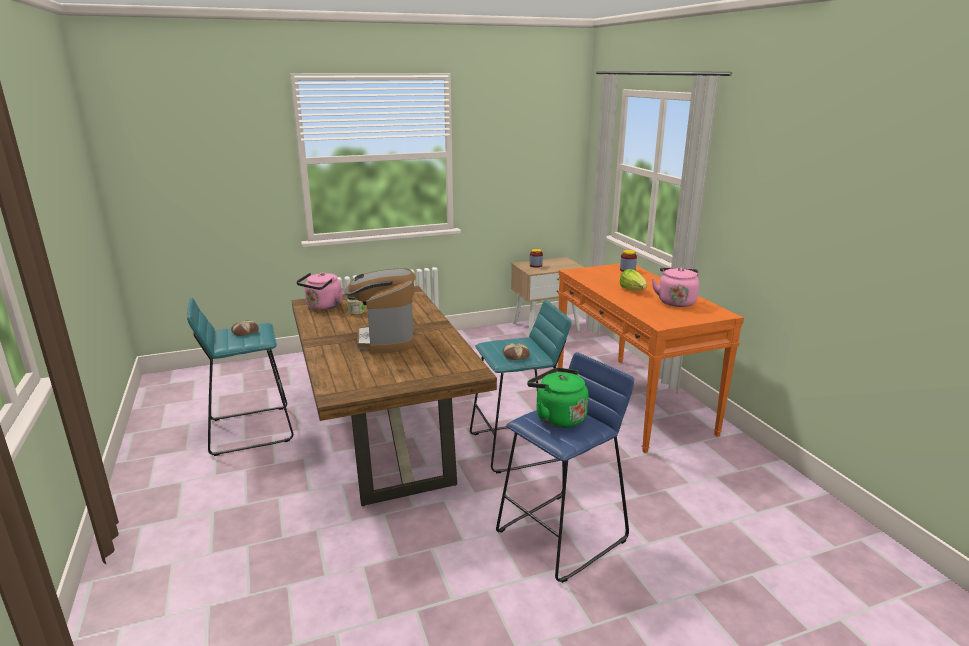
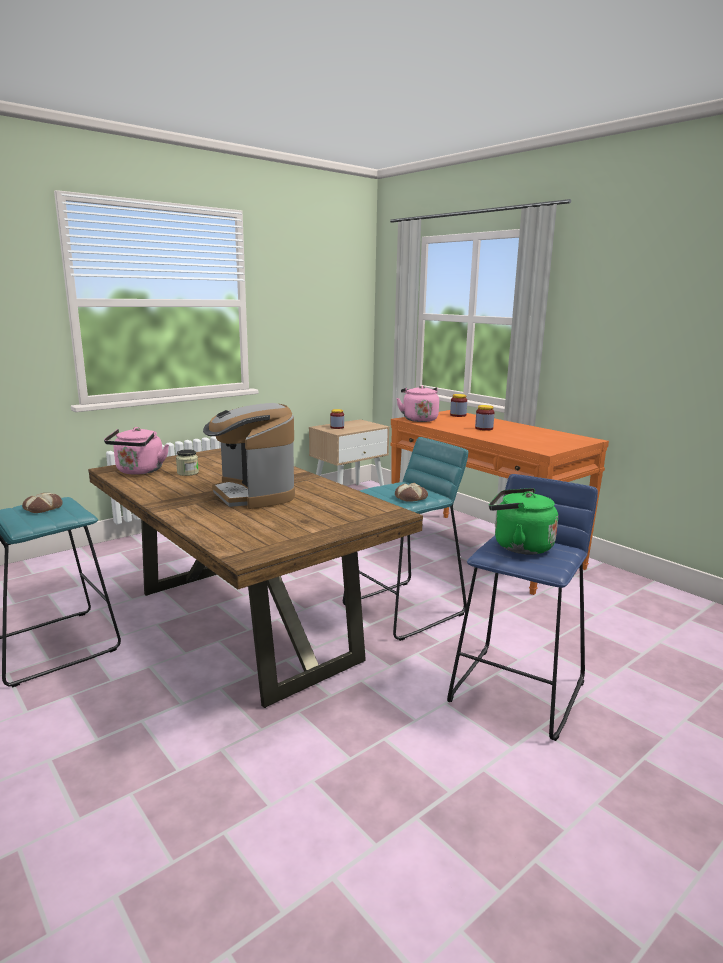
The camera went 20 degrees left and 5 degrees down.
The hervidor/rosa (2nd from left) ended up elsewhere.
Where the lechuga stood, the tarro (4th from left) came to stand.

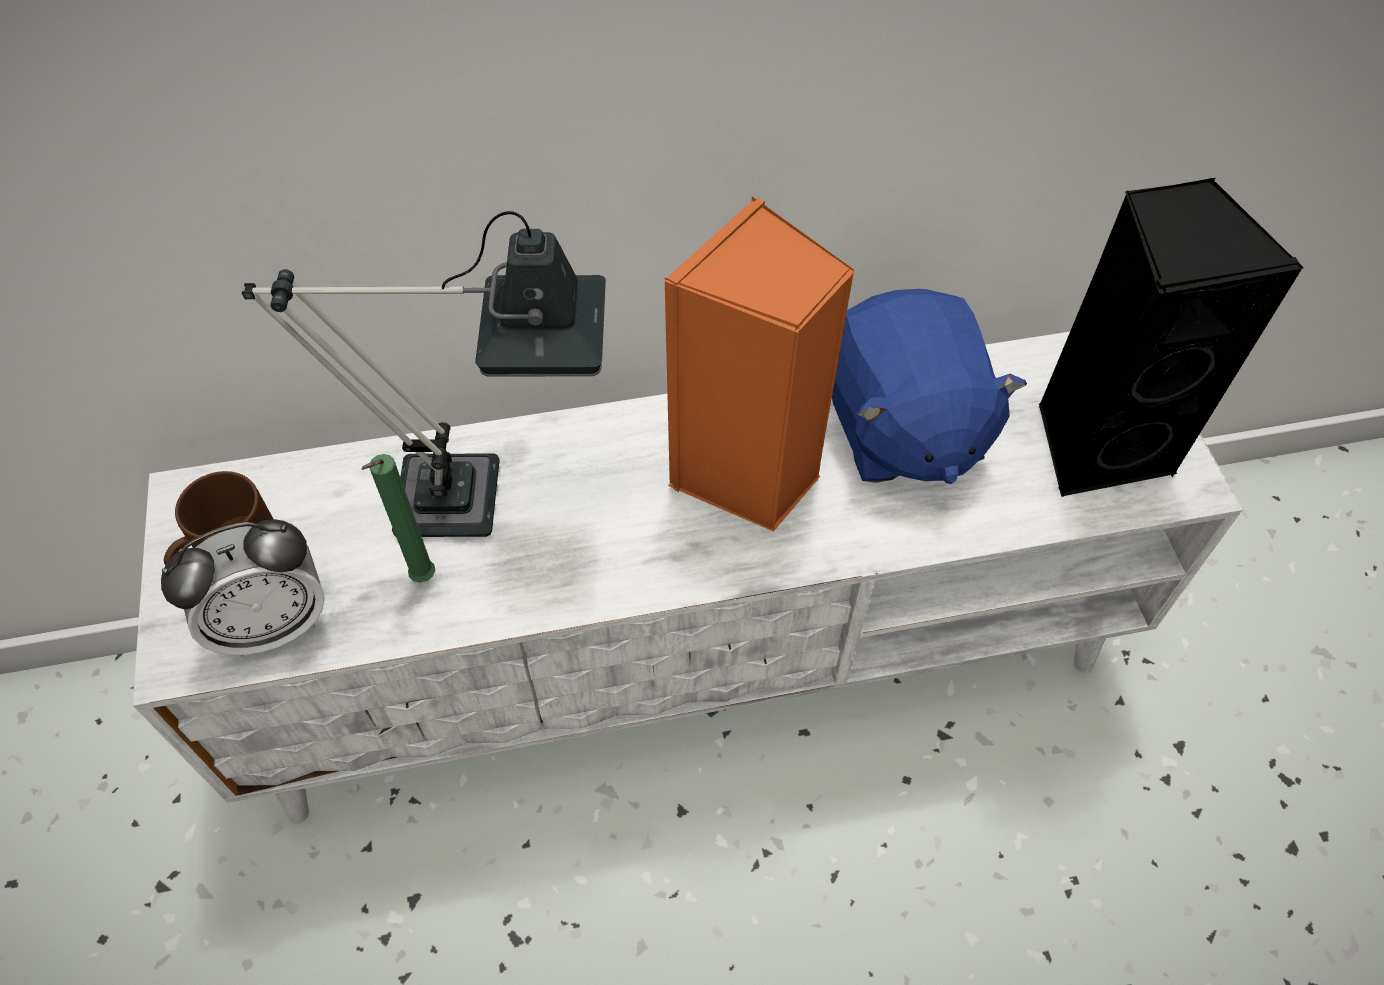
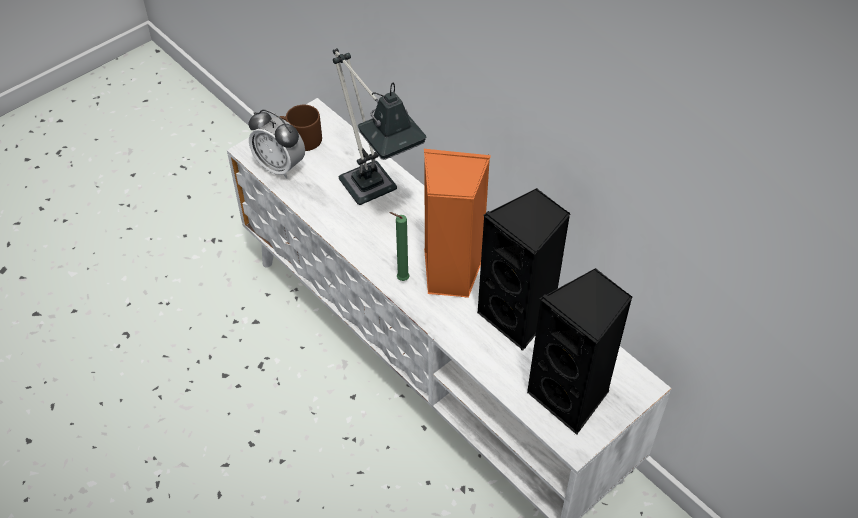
The camera went 60 degrees right and 5 degrees down.
Where the peluche/azul stood, the altavoz/negro (1st from left) came to stand.
The vela/verde ended up elsewhere.

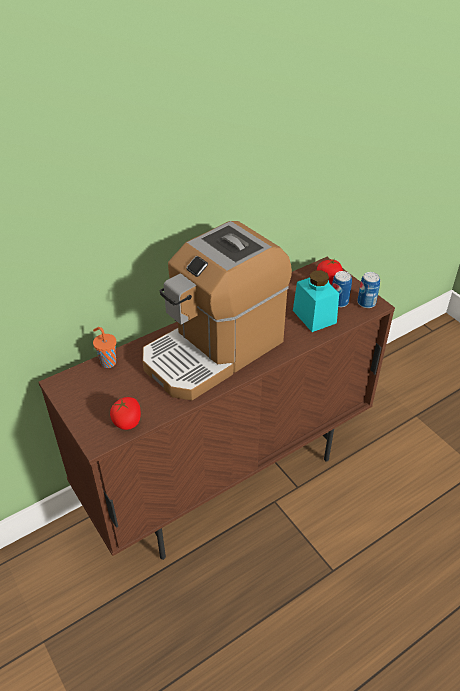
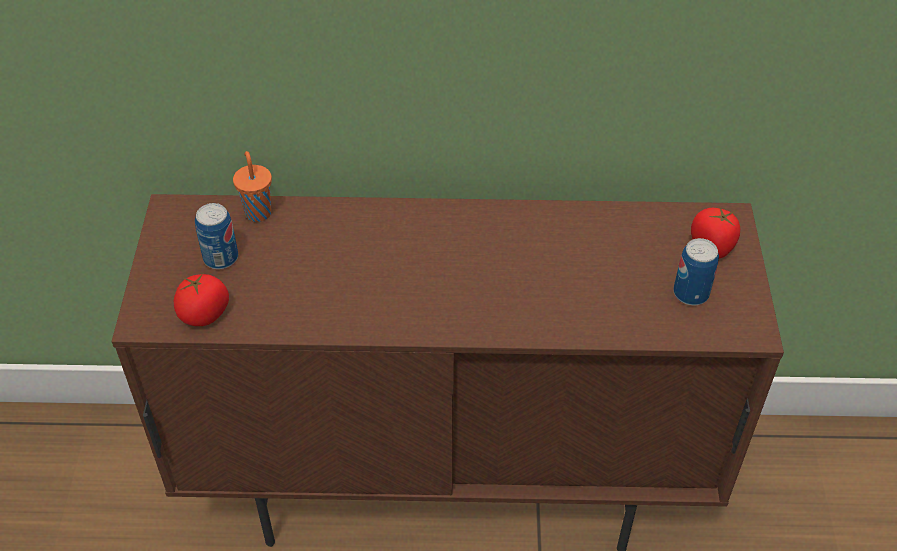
The camera went 35 degrees right and 5 degrees up.
The second view lost the cafetera.
The second view lost the tarro/turquesa.
The lata (2nd from left in the first image) ended up elsewhere.

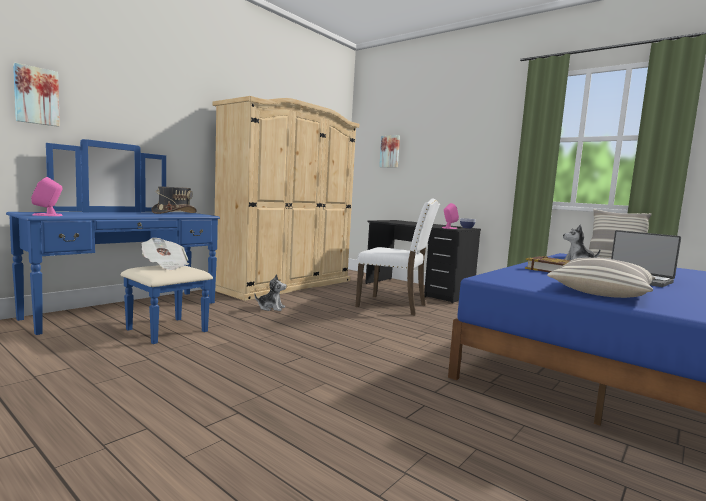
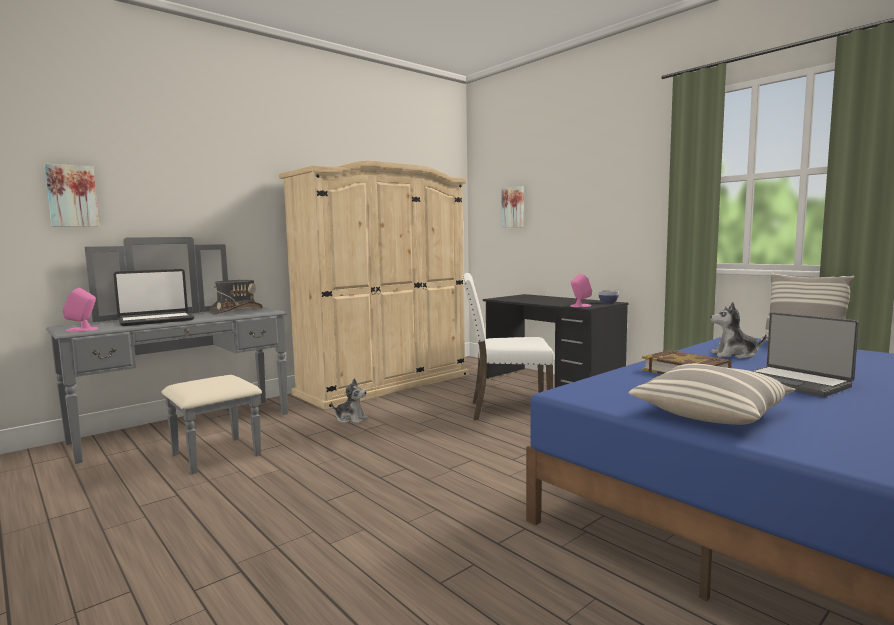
The camera went 10 degrees right and 0 degrees up.
What was the cómoda/azul turned into the cómoda/gris.
The silla/blanco ended up facing another way, 150 degrees clockwise from before.
The second view lost the periódico.
The second view gained the portátil (1st from left).

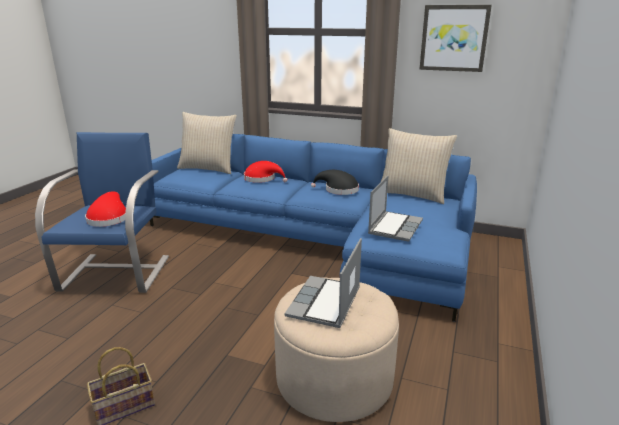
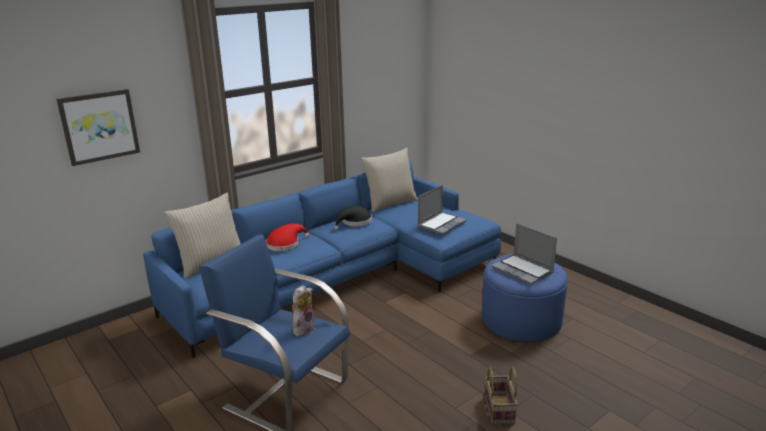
The camera went 60 degrees left and 0 degrees up.
The cuadro ended up elsewhere.
The portátil (2nd from left in the first image) ended up facing another way, 75 degrees clockwise from before.
Where the sombrero/rojo (1st from left) stood, the peluche came to stand.
What was the puf/beis turned into the puf/azul.

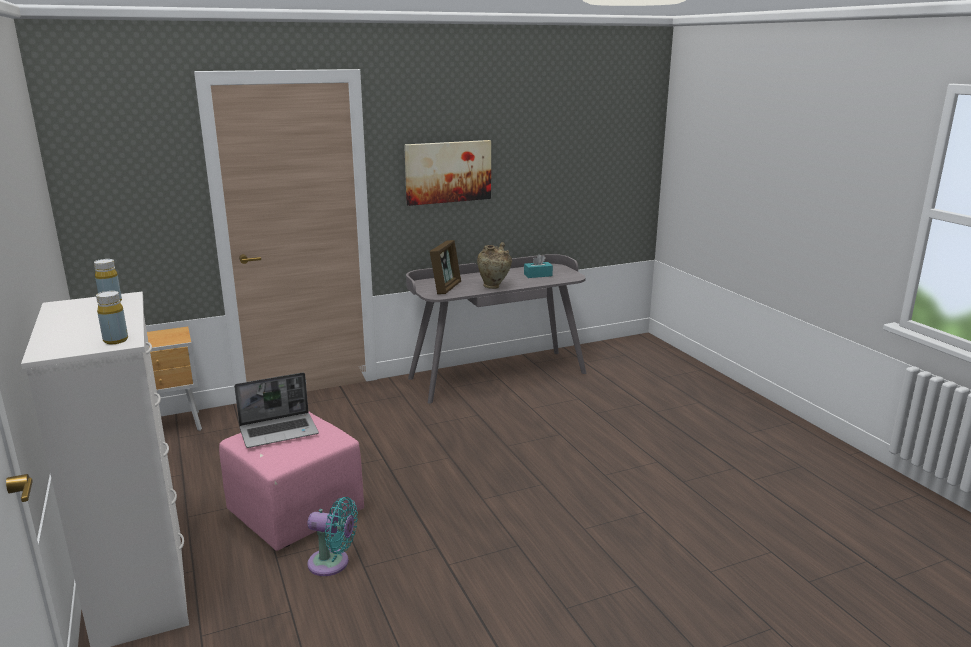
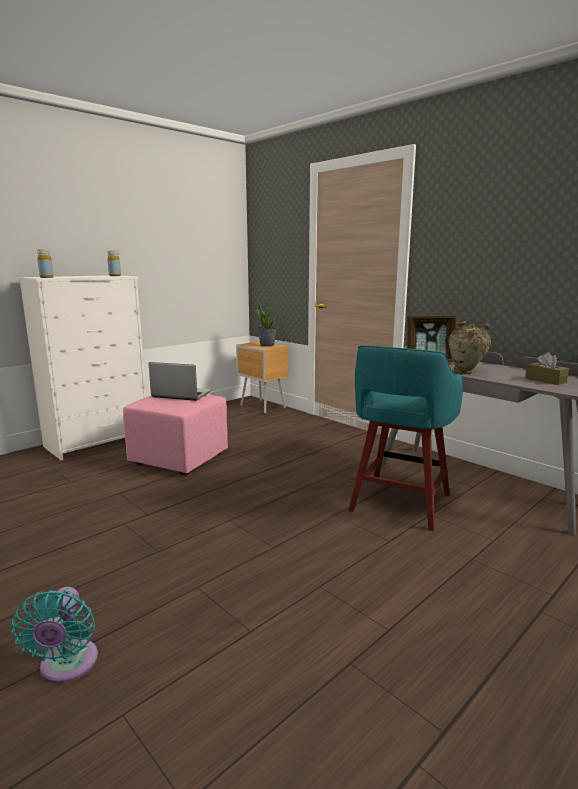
The camera went 70 degrees right and 5 degrees down.
The second view lost the cuadro.
What was the caja de pañuelos/turquesa turned into the caja de pañuelos/marrón.
The portátil ended up facing another way, 150 degrees clockwise from before.
The ventilador/turquesa ended up elsewhere.
The second view gained the planta en maceta.
The second view gained the taburete/turquesa.

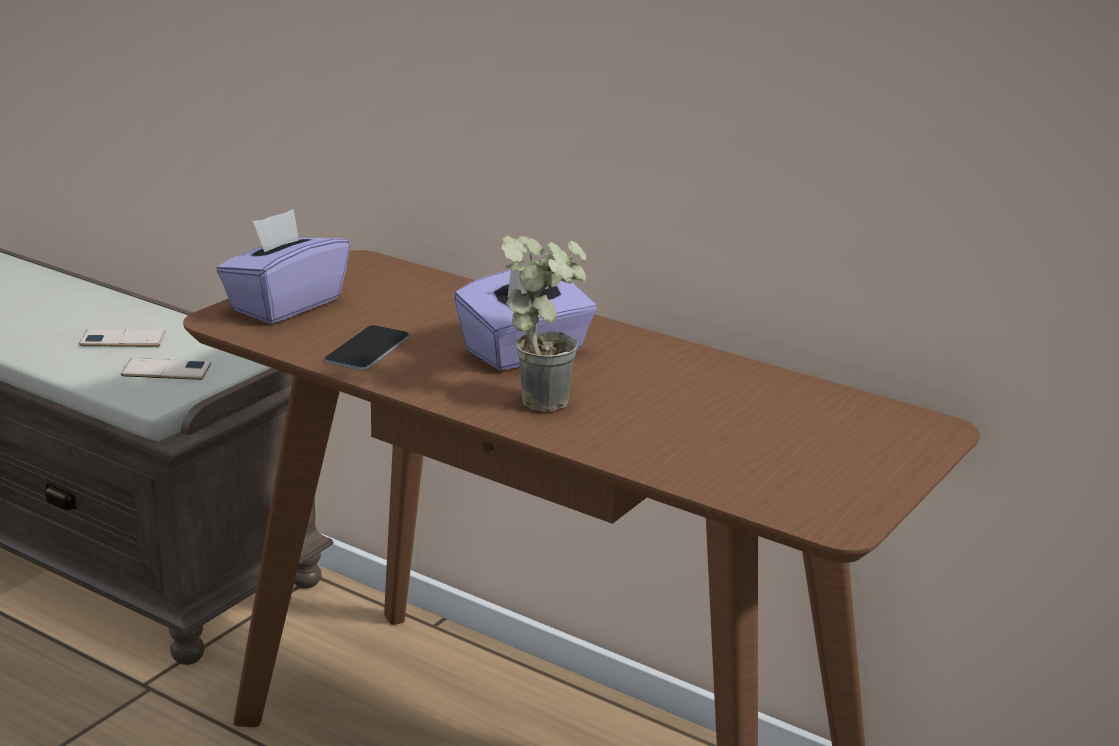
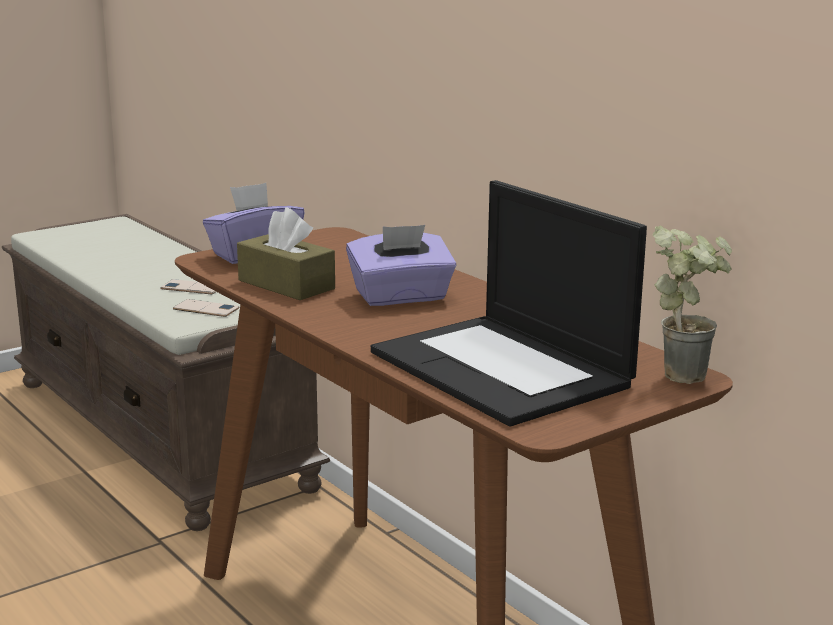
The camera went 20 degrees right and 5 degrees down.
The planta en maceta ended up elsewhere.
Where the móvil (3rd from left) stood, the caja de pañuelos/marrón came to stand.
The second view gained the portátil.

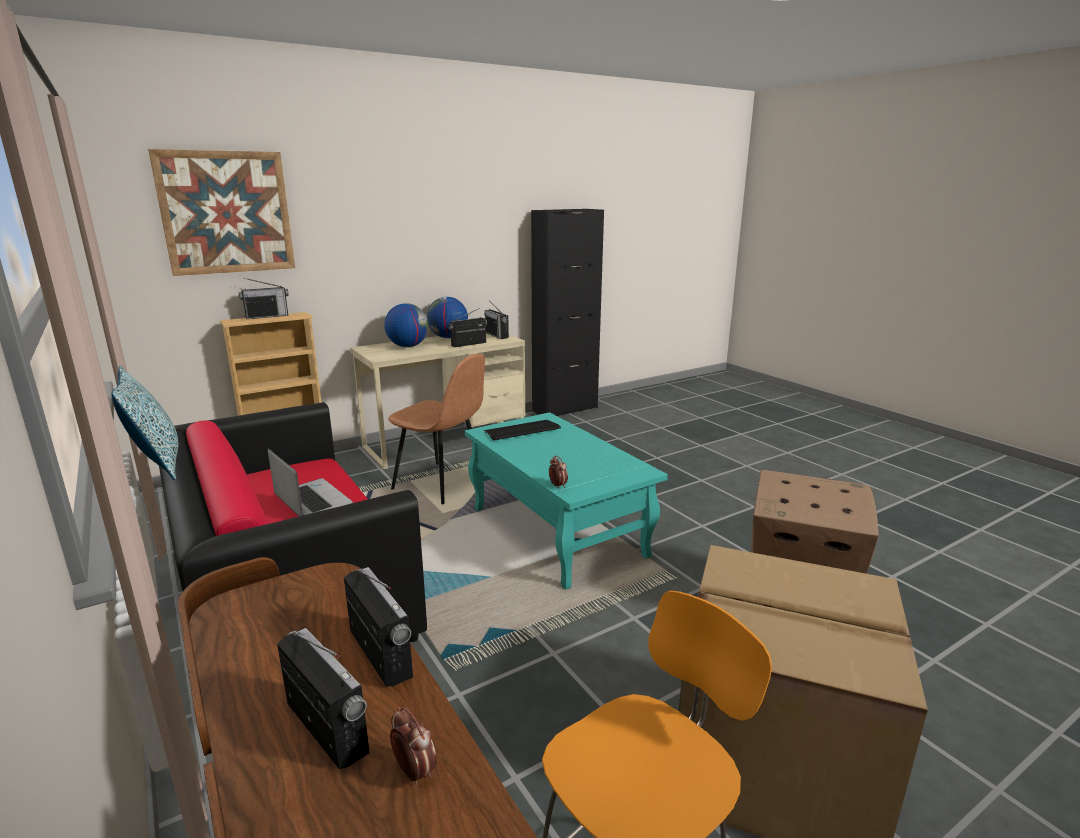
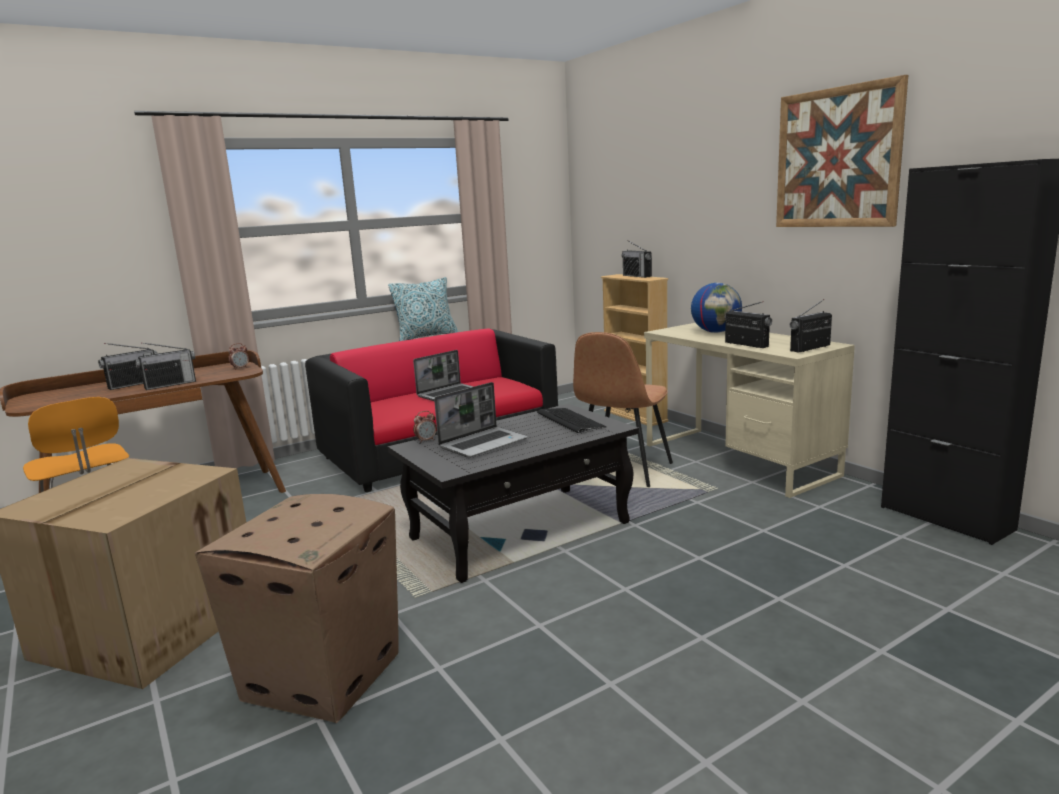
The camera went 90 degrees right and 5 degrees down.
The cuadro ended up elsewhere.
The second view lost the globo terráqueo (2nd from left).
What was the mesa de centro/turquesa turned into the mesa de centro/negro.
The despertador (1st from left) ended up elsewhere.
The second view gained the portátil (2nd from left).

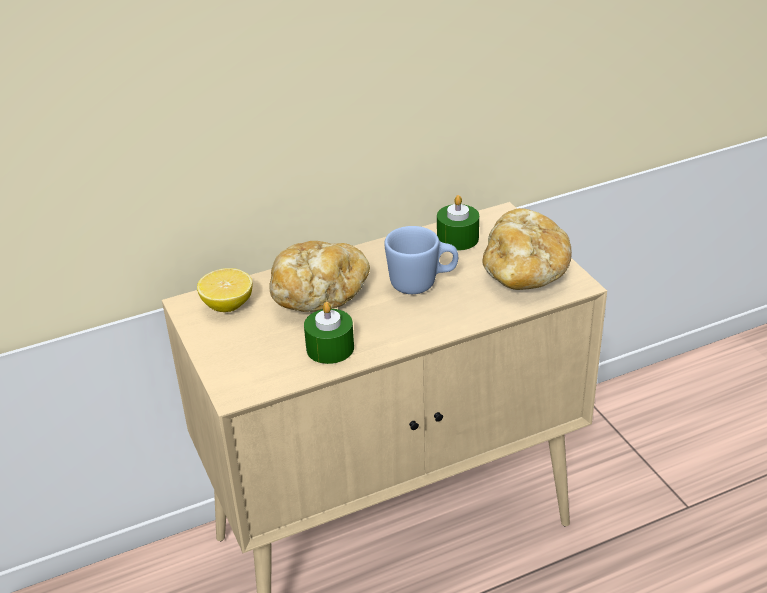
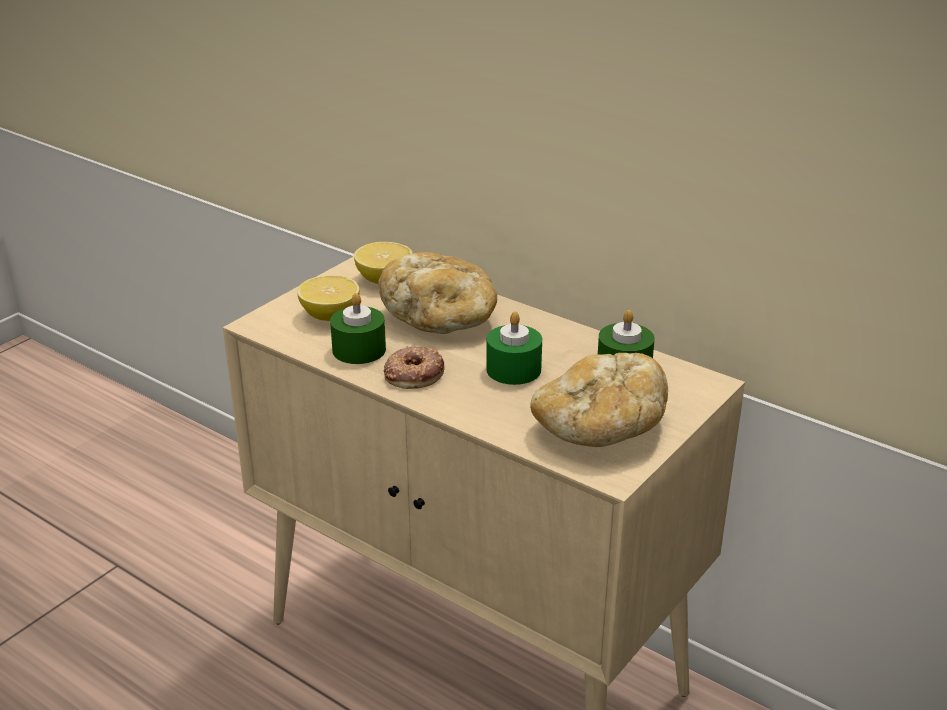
The camera went 60 degrees right and 5 degrees down.
Where the taza grande/azul stood, the vela/verde (2nd from left) came to stand.
The second view gained the limón (1st from left).
The second view gained the rosquilla.

